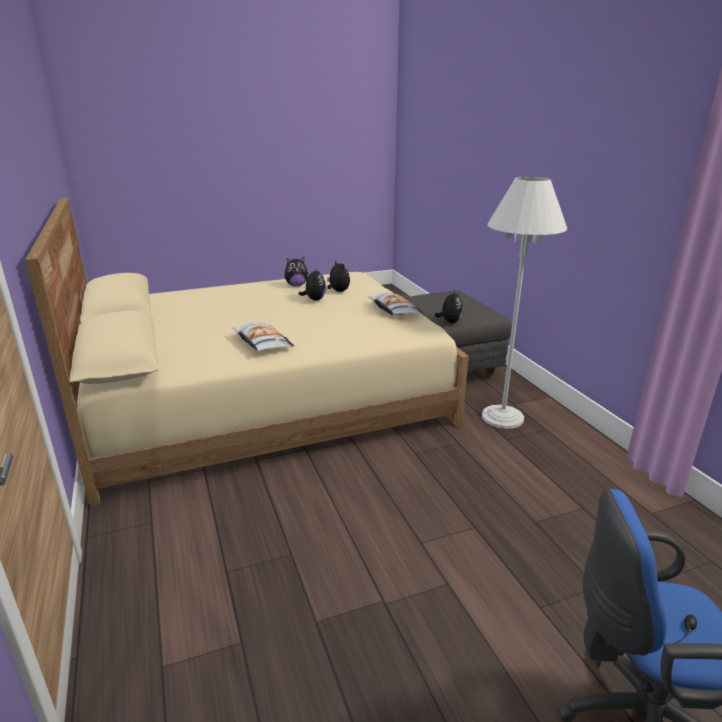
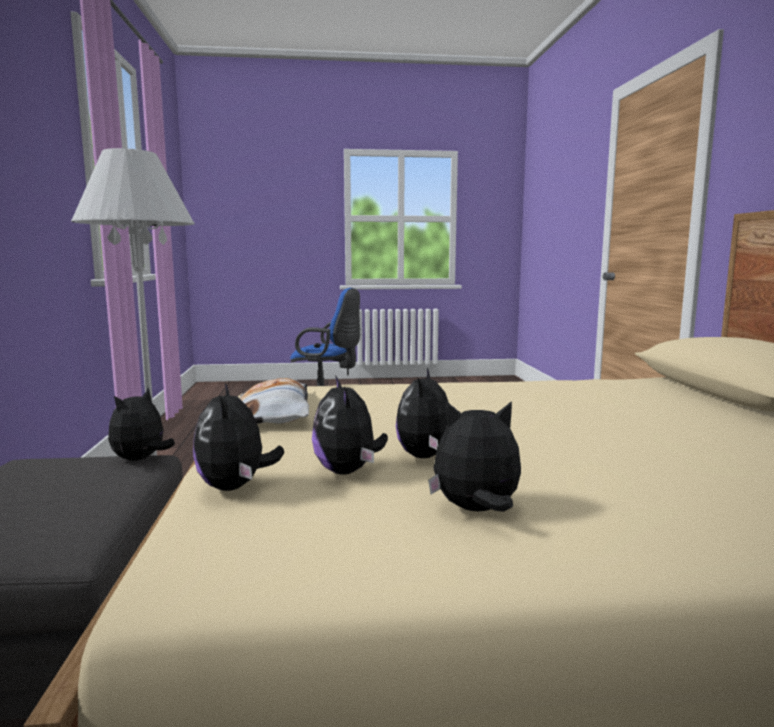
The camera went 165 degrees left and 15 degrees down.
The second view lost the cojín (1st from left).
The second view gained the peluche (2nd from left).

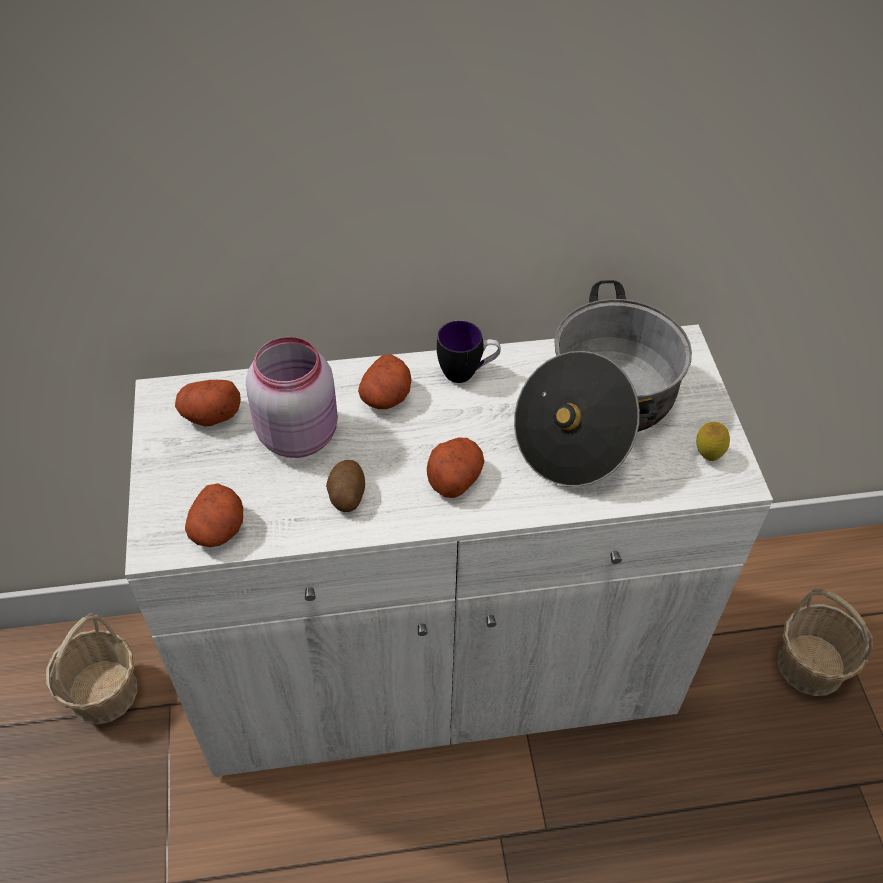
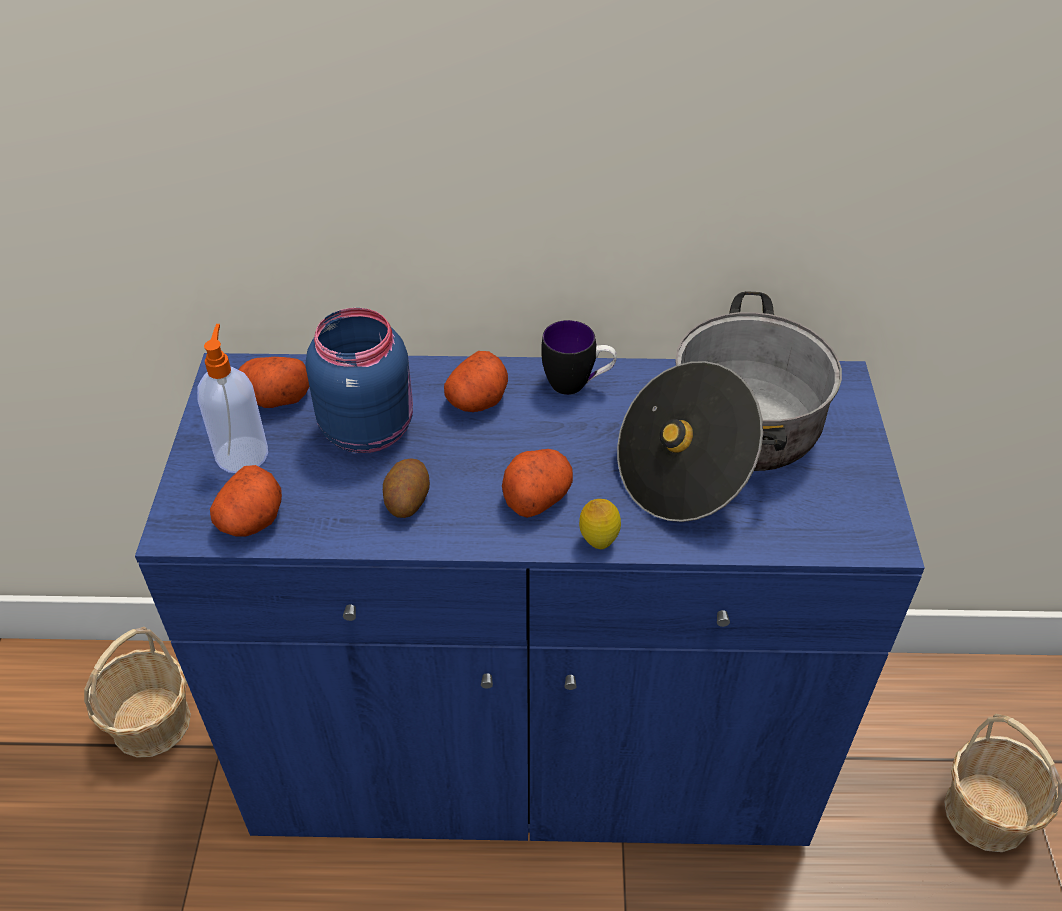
The camera went 10 degrees right and 5 degrees down.
What was the armario/blanco turned into the armario/azul.
What was the tarro/rosa turned into the tarro/azul.
The limón ended up elsewhere.
The second view gained the dispensador de jabón.

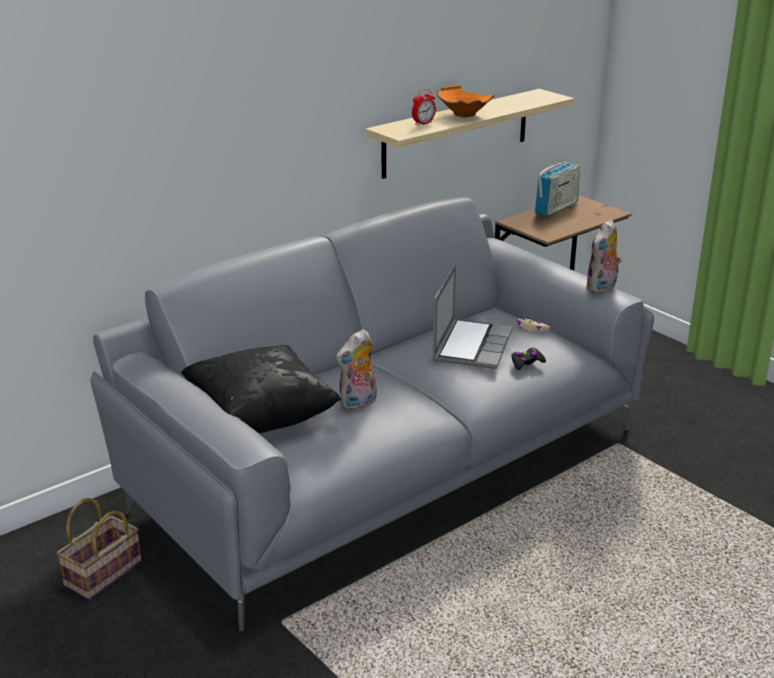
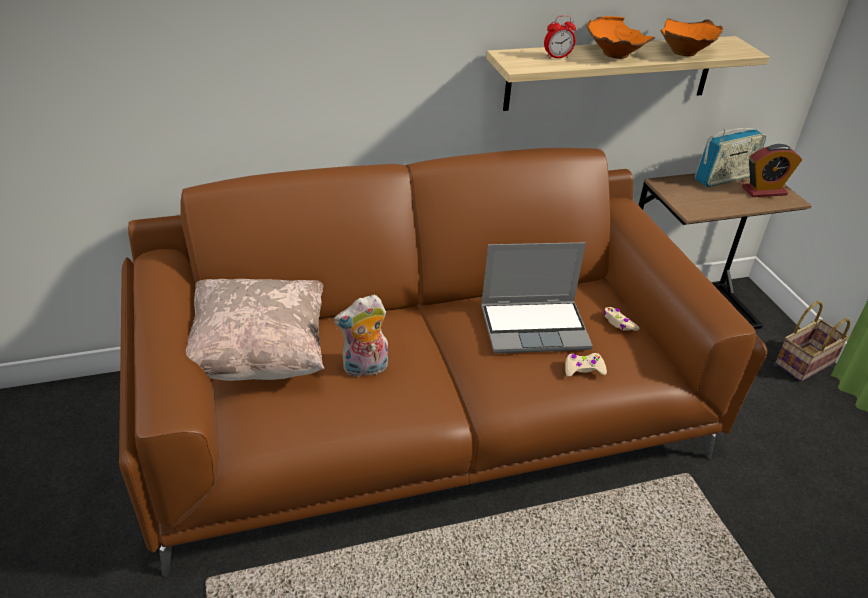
The camera went 20 degrees right and 10 degrees up.
What was the sofá/gris turned into the sofá/marrón.
The second view lost the peluche (2nd from left).
The portátil ended up facing another way, 45 degrees clockwise from before.
What was the cojín/negro turned into the cojín/beis.
What was the mando de consola/negro turned into the mando de consola/beis (1st from left).
The cesta ended up elsewhere.
The second view gained the cuenco/naranja (2nd from left).
The second view gained the despertador (2nd from left).

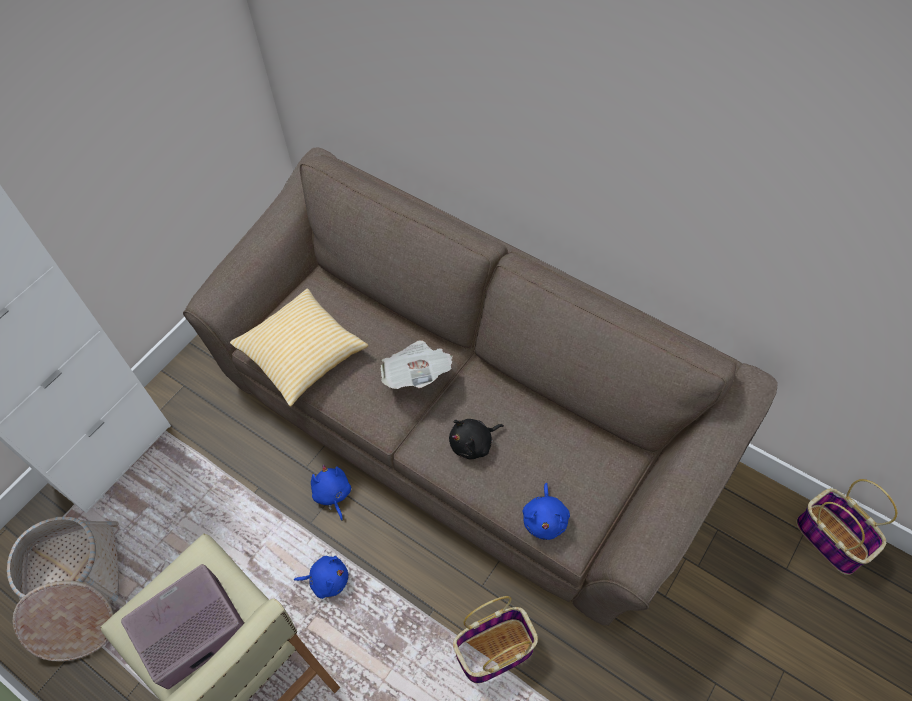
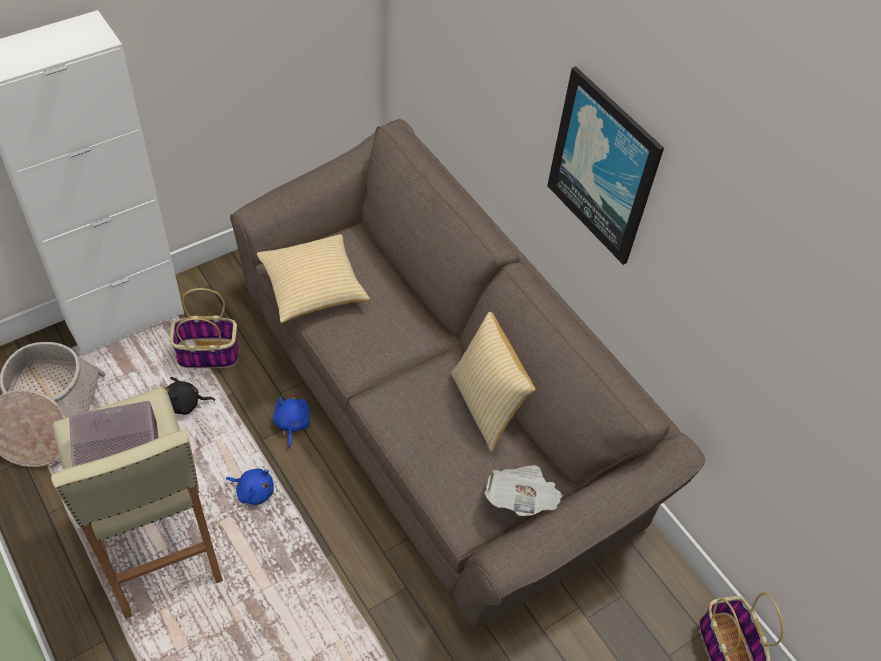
The camera went 15 degrees right and 5 degrees down.
The periódico ended up elsewhere.
The peluche/negro ended up elsewhere.
The second view lost the peluche/azul (3rd from left).
The cesta (2nd from left) ended up elsewhere.
The second view gained the cuadro.
The second view gained the cojín (2nd from left).

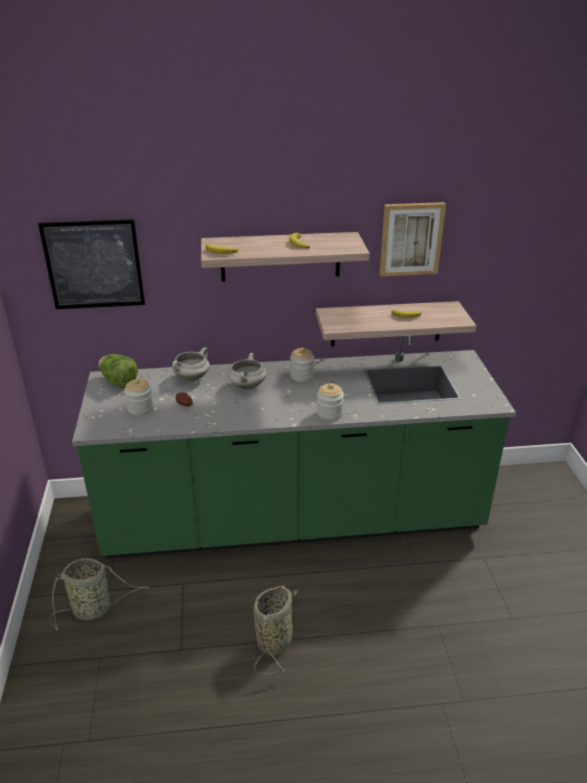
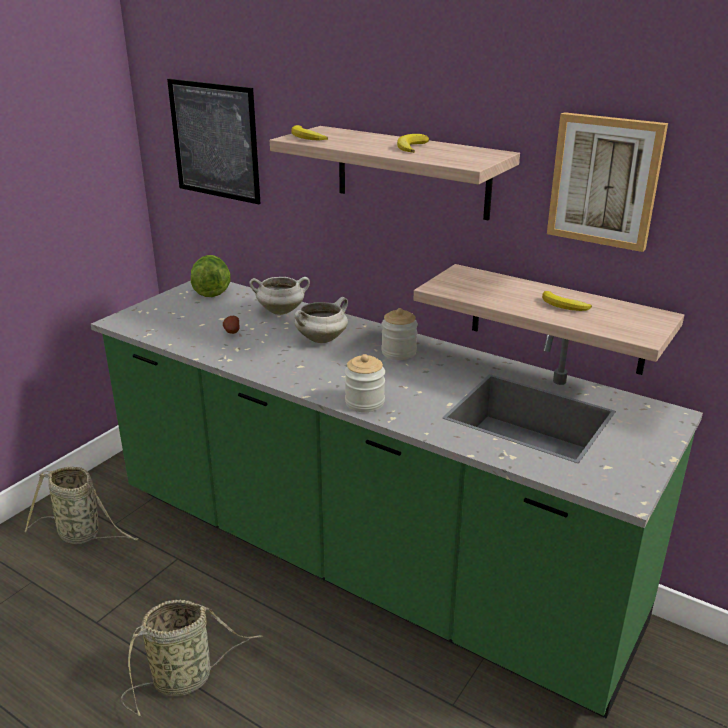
The camera went 40 degrees right and 5 degrees down.
The second view lost the tarro (1st from left).

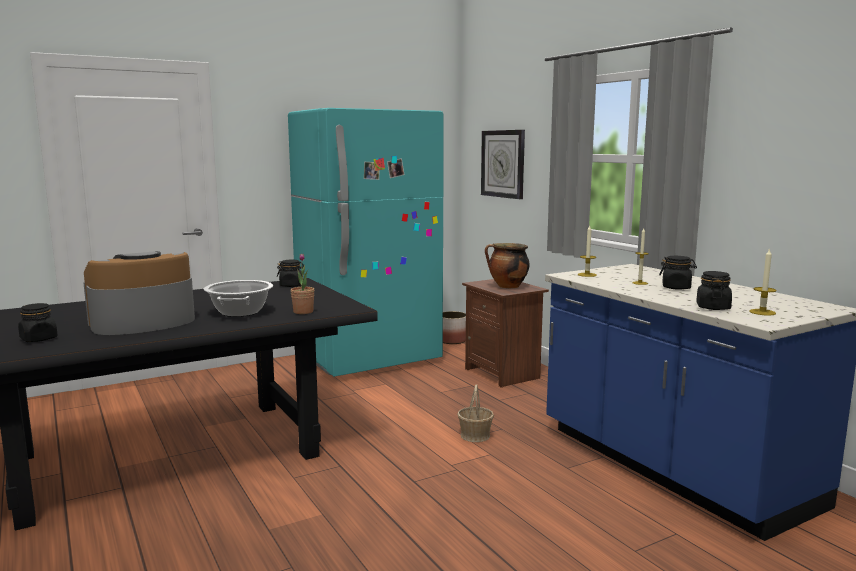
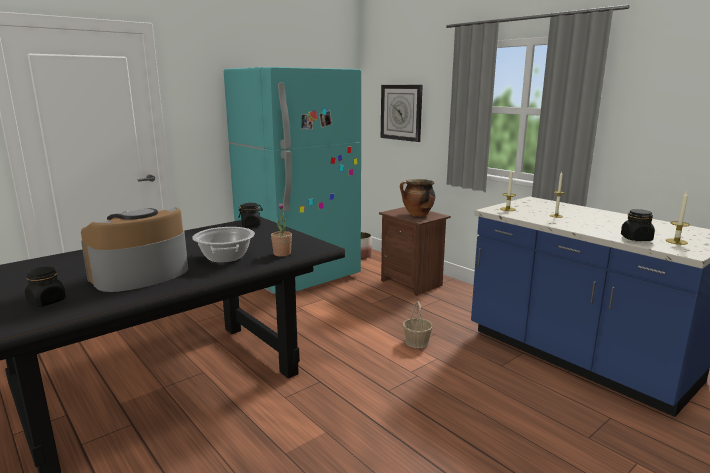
The camera went 10 degrees left and 5 degrees up.
The second view lost the tarro/negro (3rd from left).

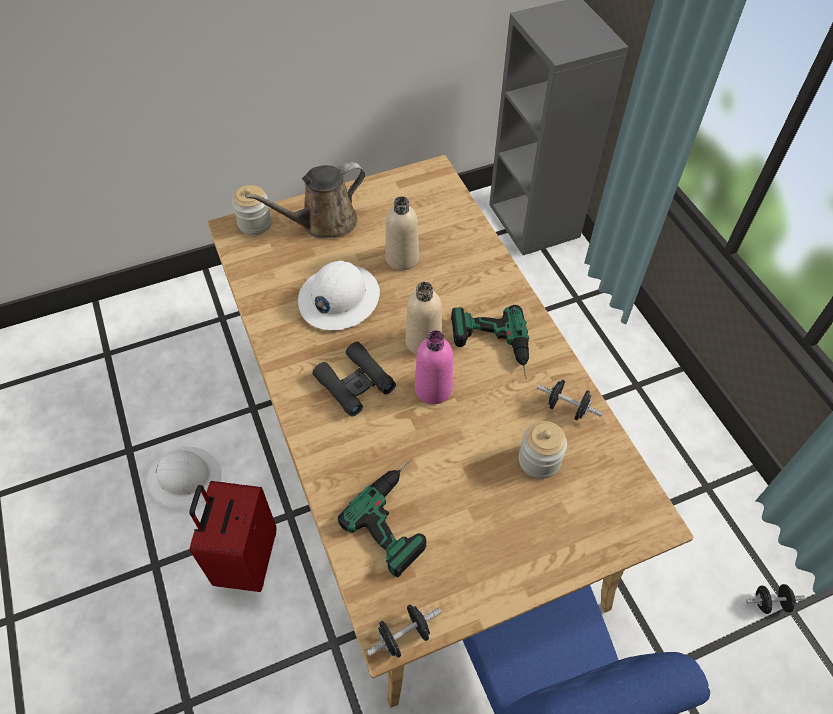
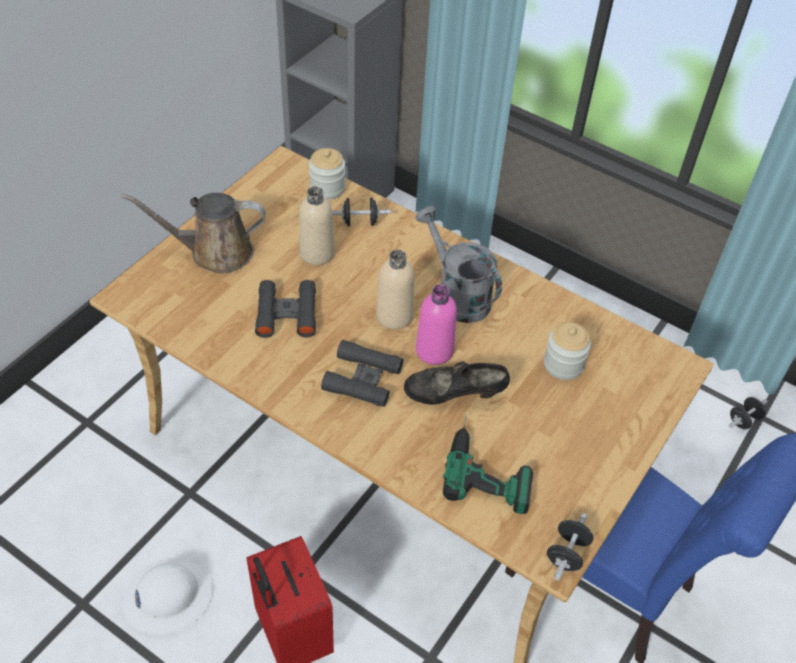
The camera went 35 degrees left and 5 degrees down.
The regadera/marrón ended up facing another way, 60 degrees clockwise from before.
The tarro (1st from left) ended up elsewhere.
Where the casco/blanco (2nd from left) stood, the prismáticos/negro (1st from left) came to stand.
Where the taladro (2nd from left) stood, the regadera/gris came to stand.
The mancuerna/negro (2nd from left in the first image) ended up elsewhere.
The second view gained the zapato/negro.

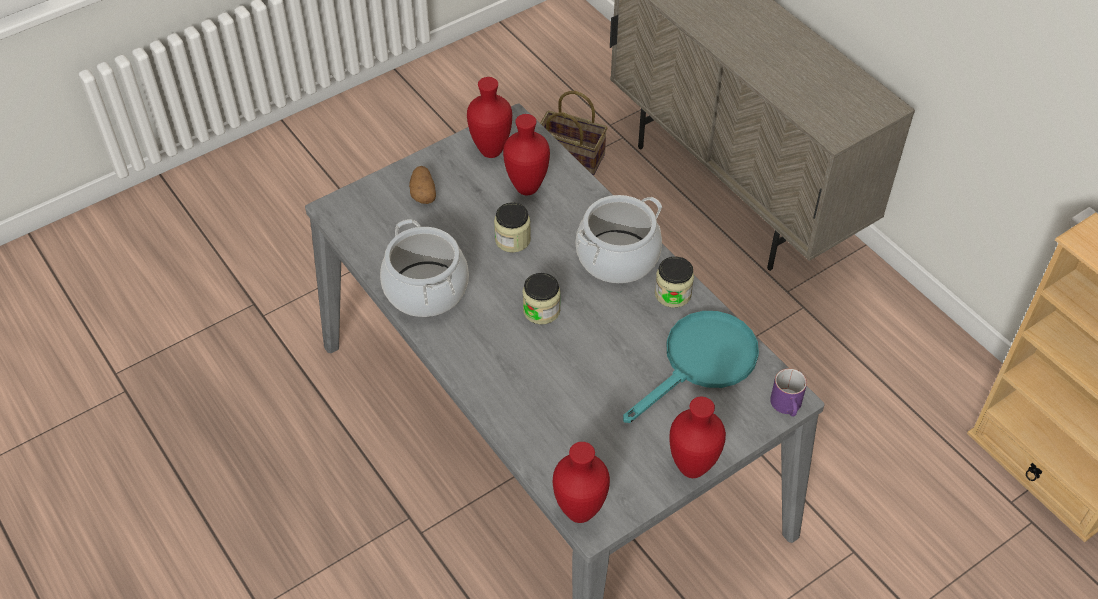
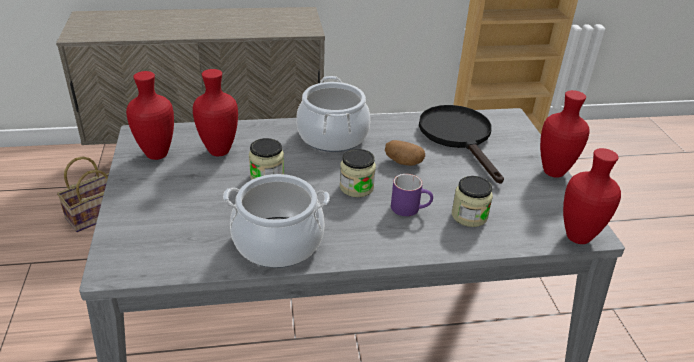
The camera went 65 degrees left and 15 degrees down.
The patata ended up elsewhere.
The tarro (3rd from left) ended up elsewhere.
What was the sartén/turquesa turned into the sartén/negro.
The taza grande/morado ended up elsewhere.

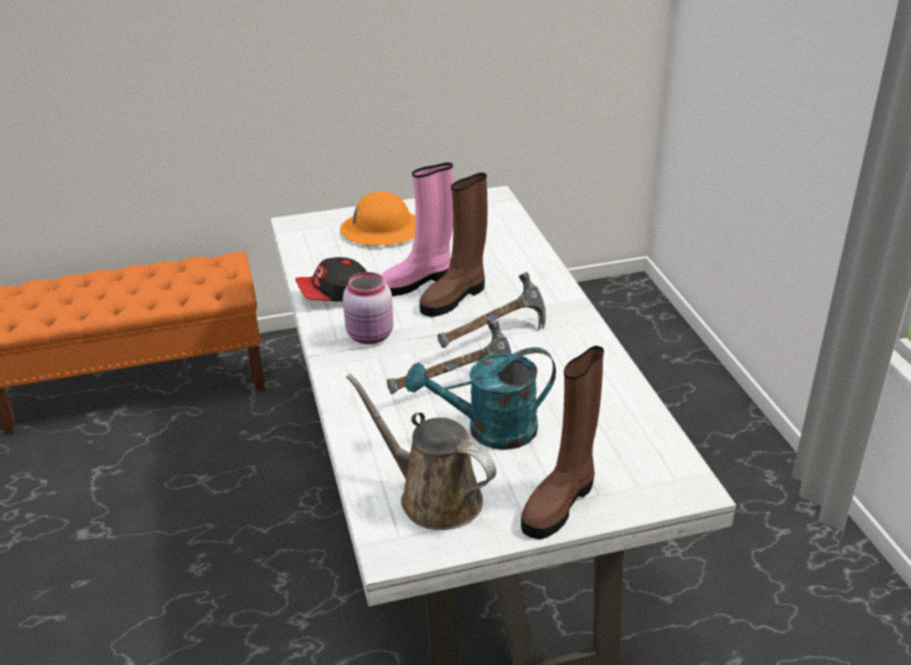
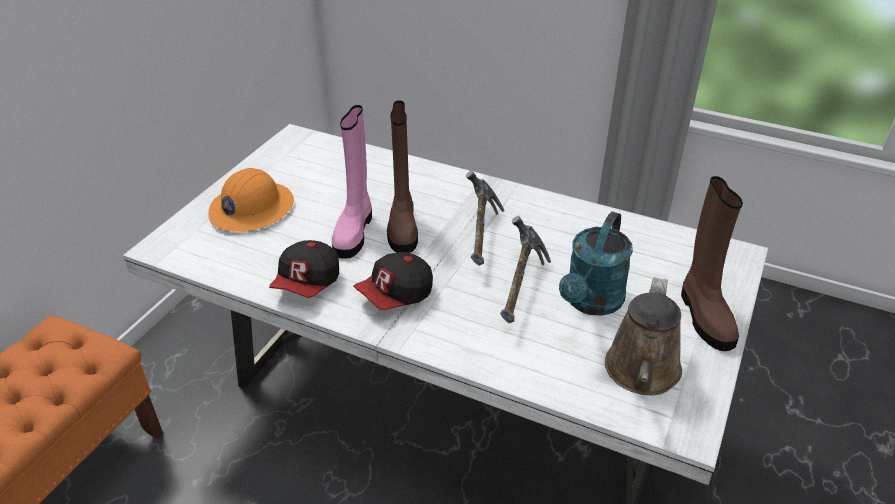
The camera went 50 degrees left and 5 degrees up.
Where the tarro/rosa stood, the gorra (2nd from left) came to stand.
The regadera/marrón ended up facing another way, 60 degrees counterclockwise from before.

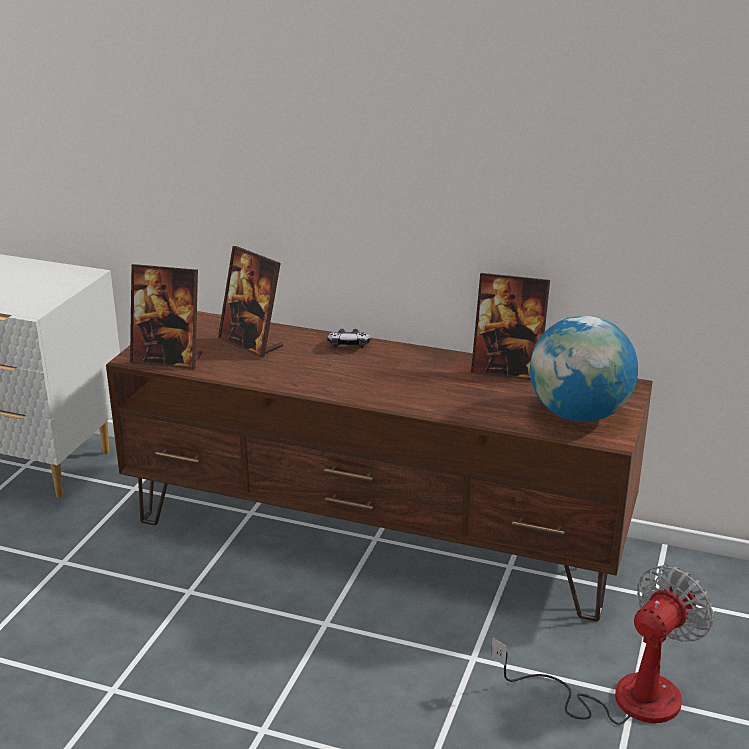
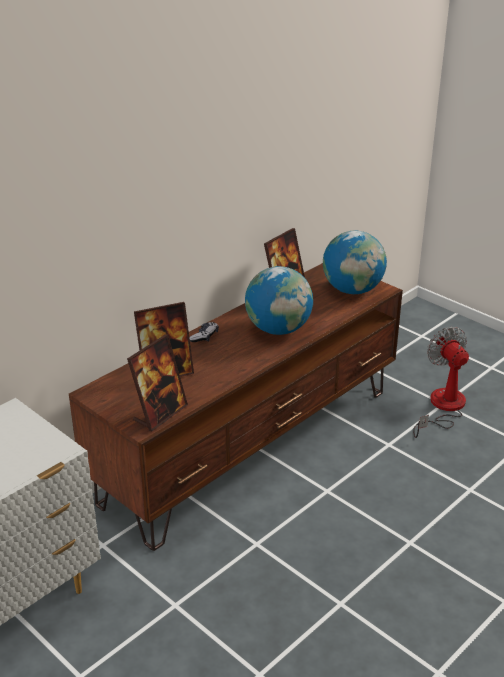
The camera went 65 degrees left and 5 degrees up.
The second view gained the globo terráqueo (1st from left).

